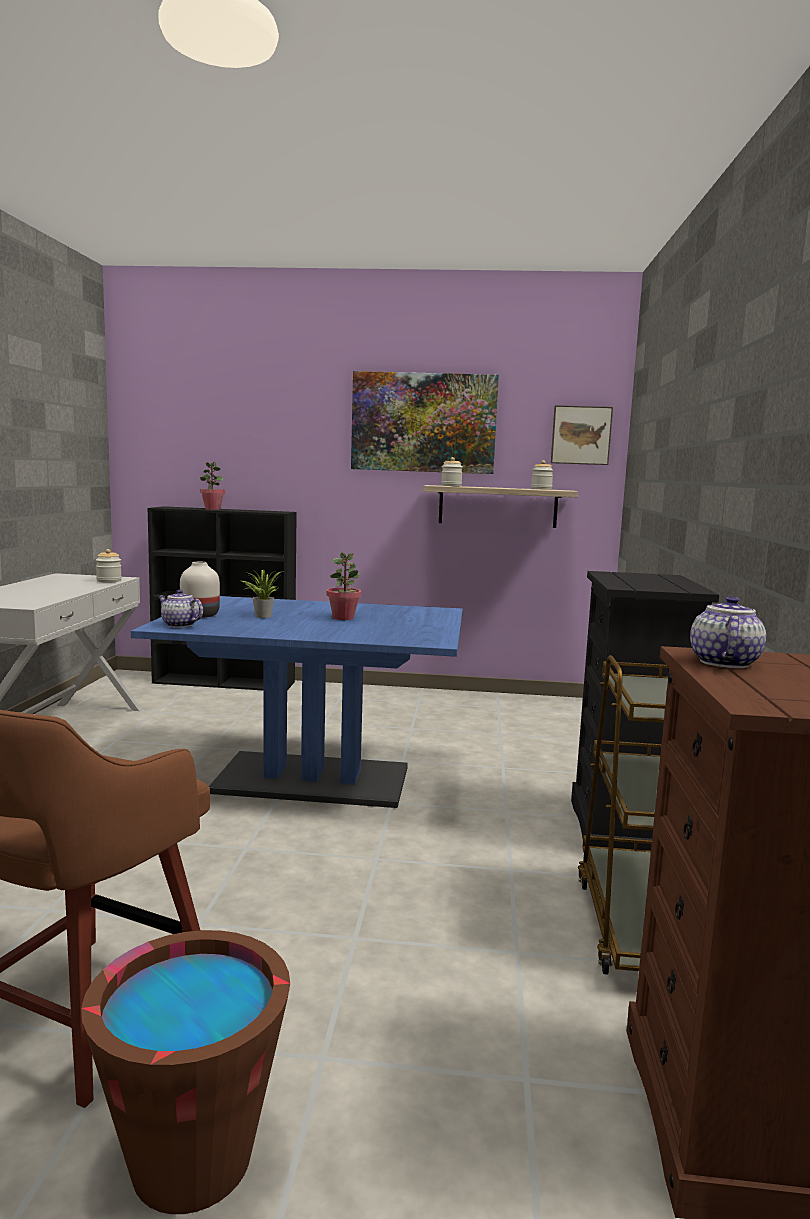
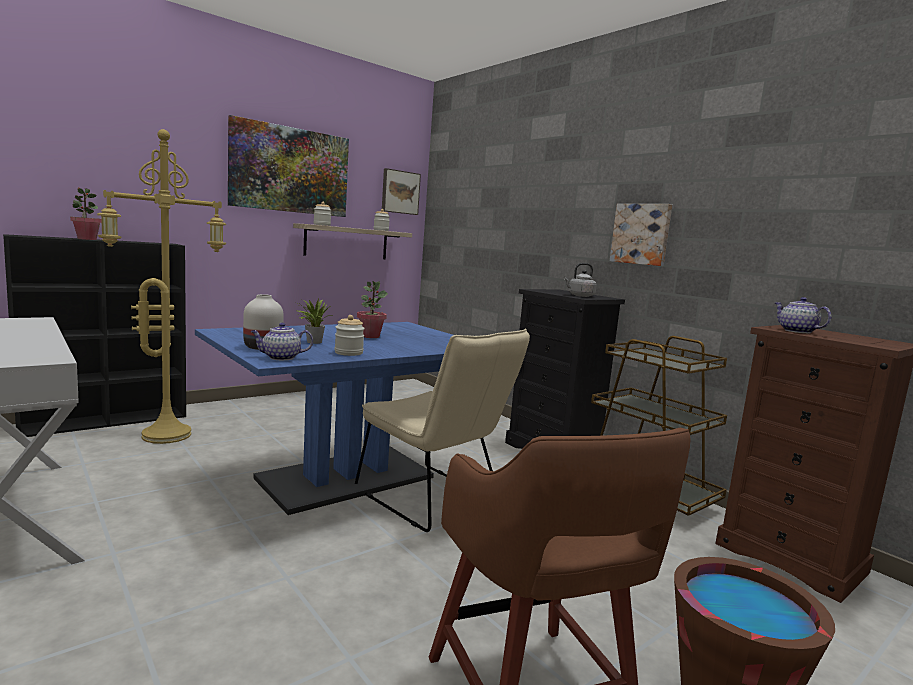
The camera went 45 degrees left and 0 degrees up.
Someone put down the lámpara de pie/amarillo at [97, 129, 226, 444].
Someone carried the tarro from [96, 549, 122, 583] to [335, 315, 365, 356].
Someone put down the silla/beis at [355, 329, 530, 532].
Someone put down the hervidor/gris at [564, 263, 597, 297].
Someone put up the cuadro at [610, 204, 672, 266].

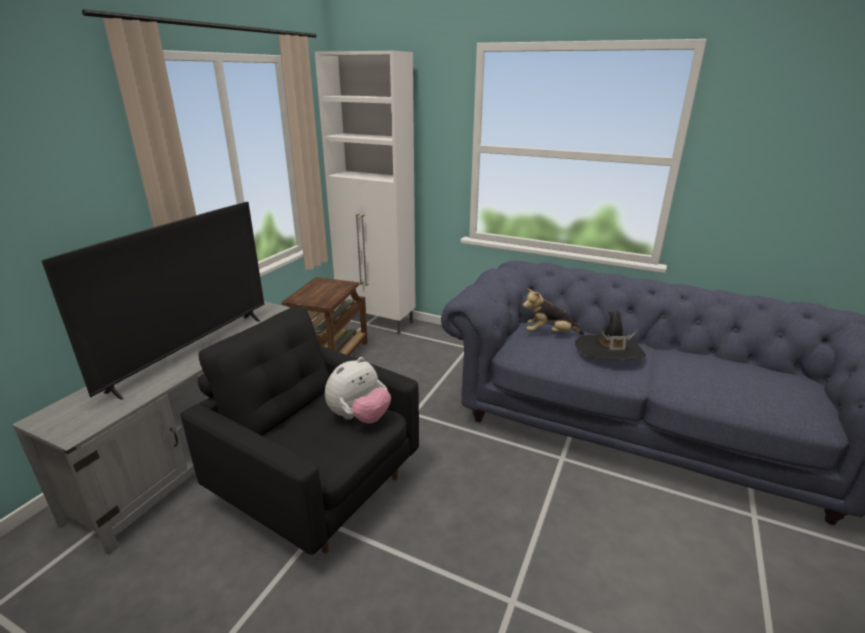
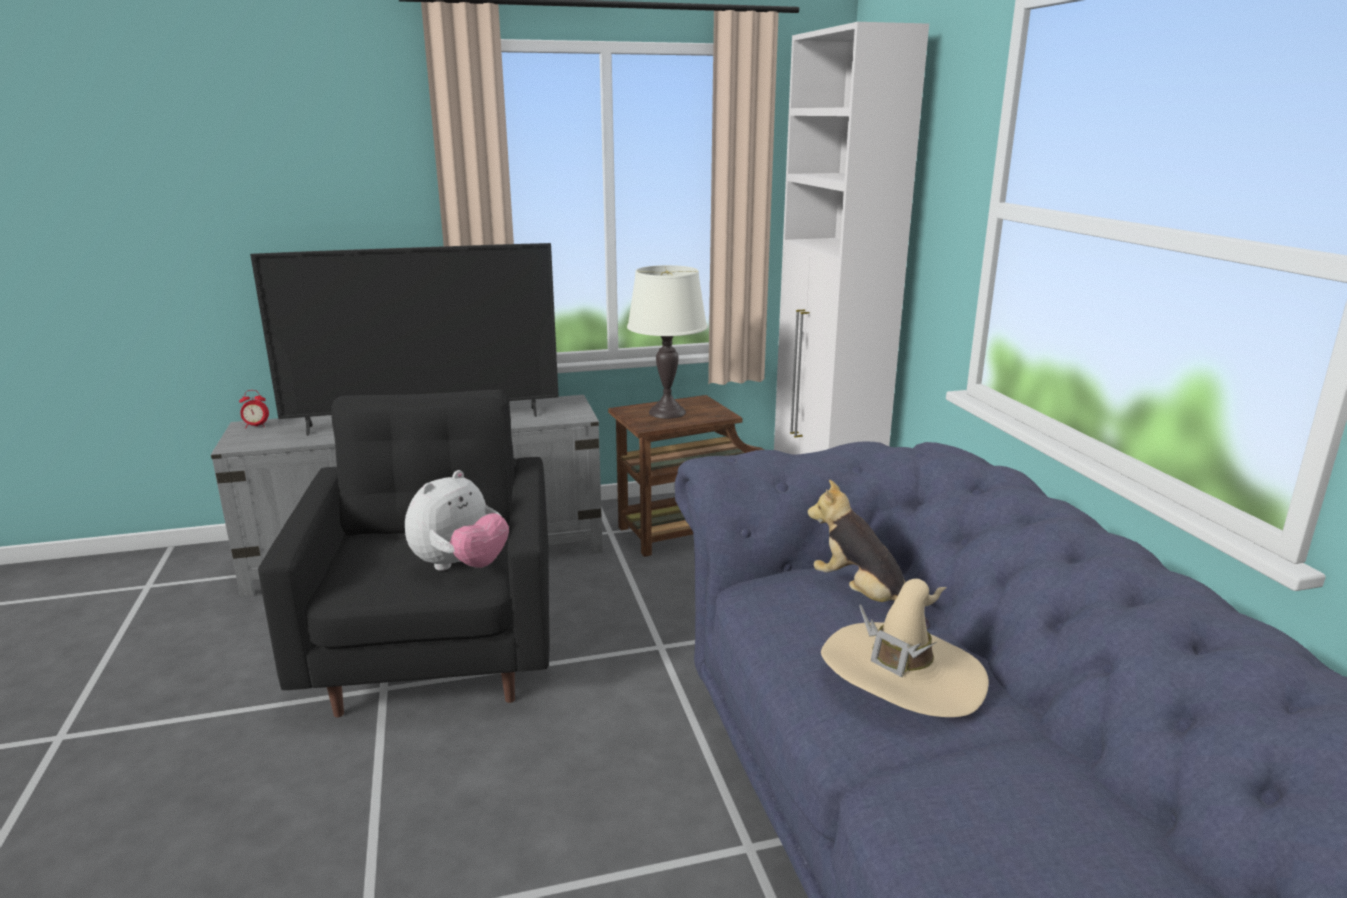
The camera went 50 degrees right and 5 degrees down.
Someone put down the despertador at [239, 390, 269, 429].
Someone rotated the peluche at [325, 357, 391, 423] by 60 degrees counterclockwise.
Someone put down the lámpara de mesa/blanco at [627, 265, 707, 419].
Someone repainted the sombrero/negro at [575, 310, 646, 360], which became the sombrero/beis at [821, 579, 989, 717].

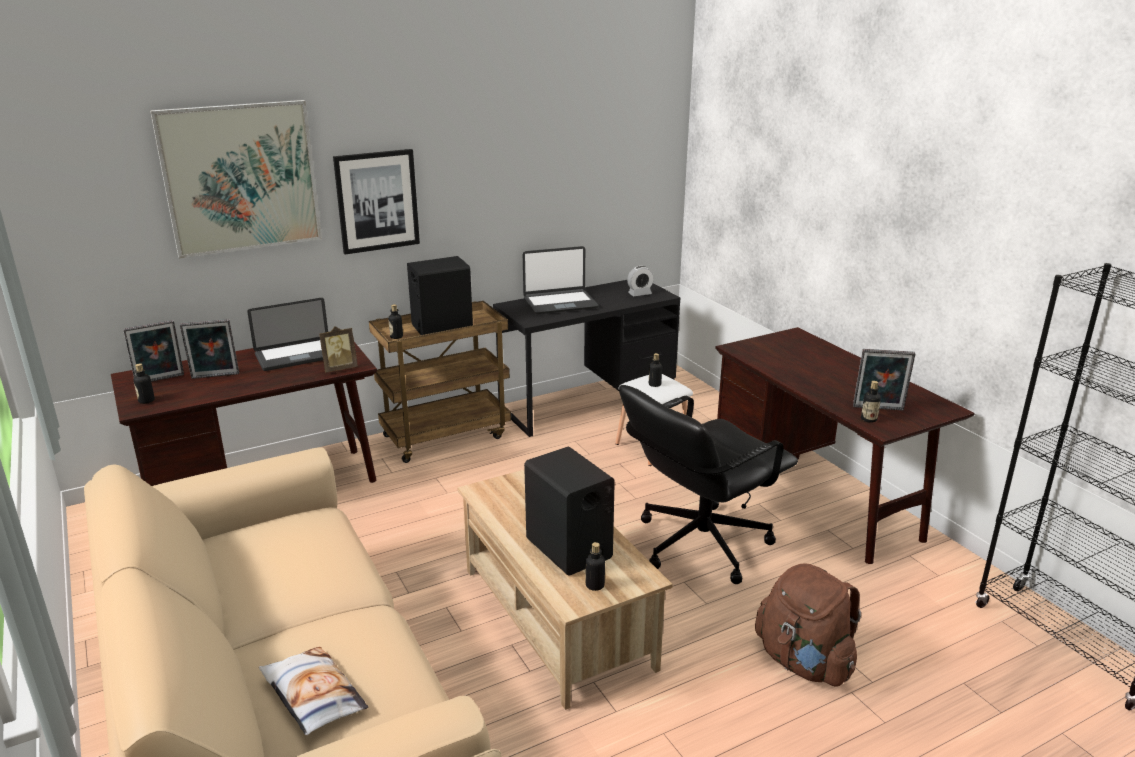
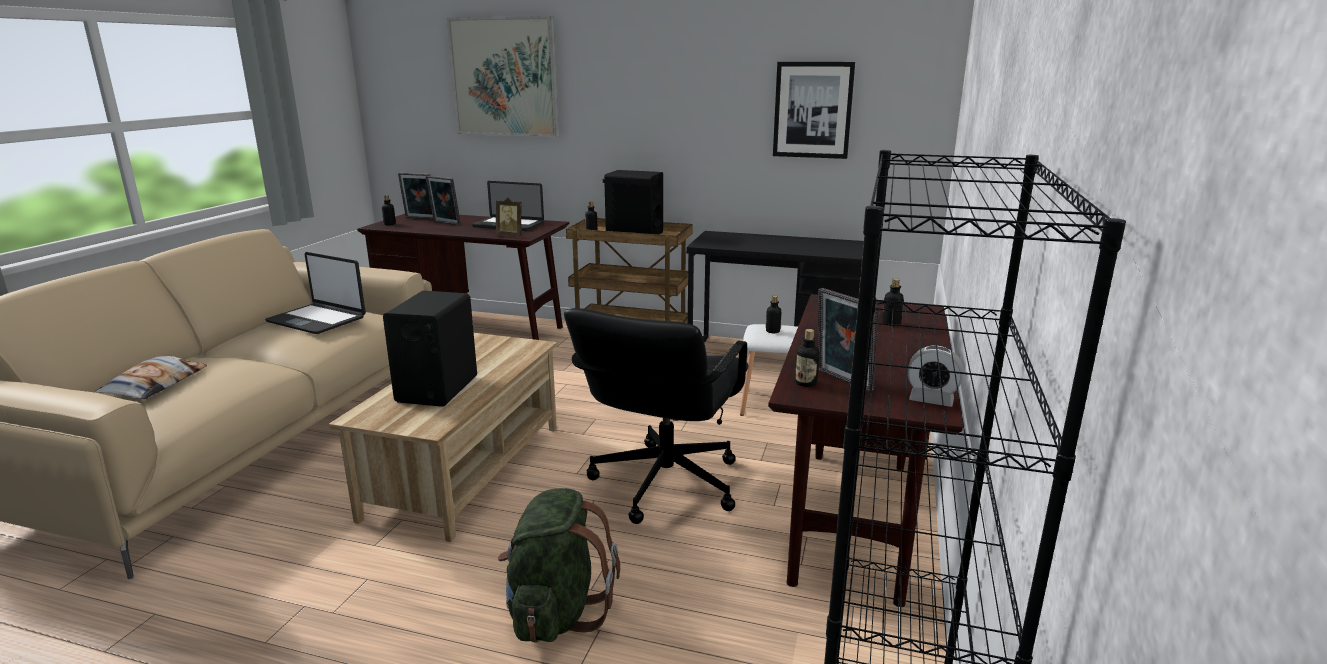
The camera went 45 degrees right and 5 degrees down.
Someone carried the portátil from [523, 246, 598, 314] to [265, 252, 366, 334].
Someone repainted the mochila/marrón at [755, 563, 861, 687], which became the mochila/verde at [498, 488, 620, 643].
Someone rotated the silla de oficina/negro at [619, 385, 798, 584] by 75 degrees counterclockwise.
Someone carried the cuadro from [333, 149, 420, 255] to [773, 62, 855, 159].
Someone carried the botella from [585, 542, 605, 591] to [882, 278, 904, 326].
Someone carried the despertador from [627, 266, 654, 296] to [907, 346, 963, 407].

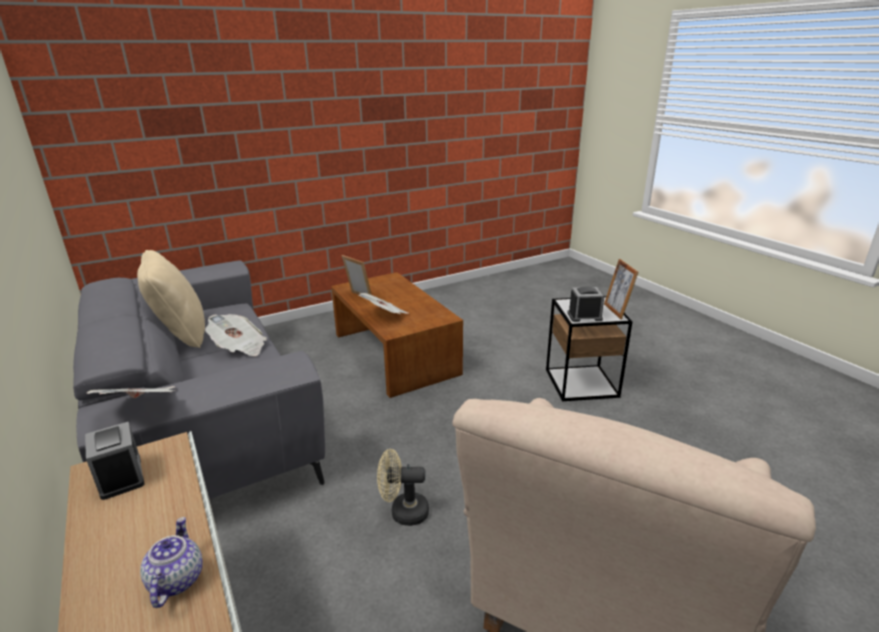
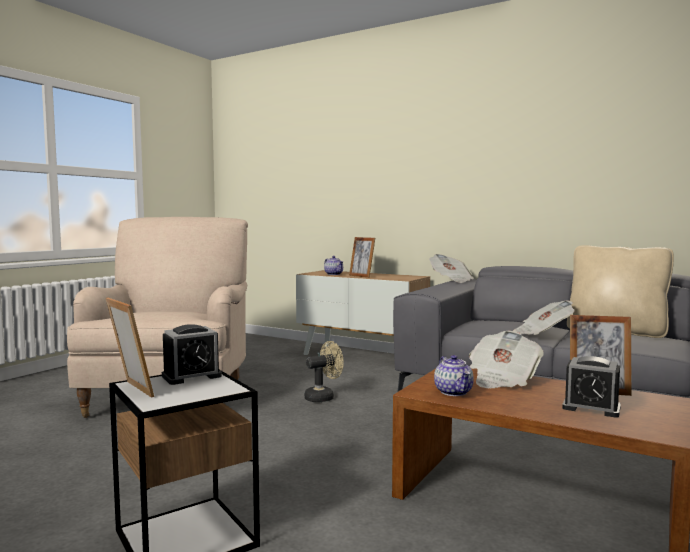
The camera went 150 degrees right and 20 degrees down.
Someone put down the portarretratos at [349, 237, 375, 278].
Someone put down the tetera at [434, 355, 474, 396].
Someone carried the despertador from [85, 421, 145, 500] to [562, 356, 621, 418].

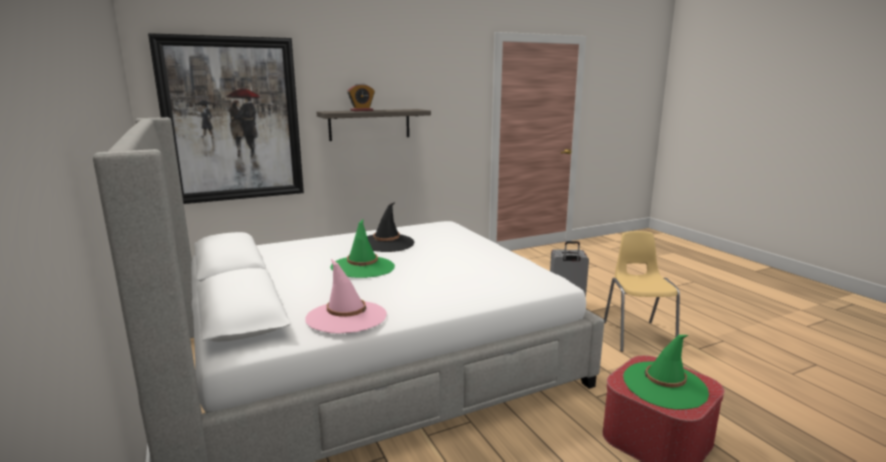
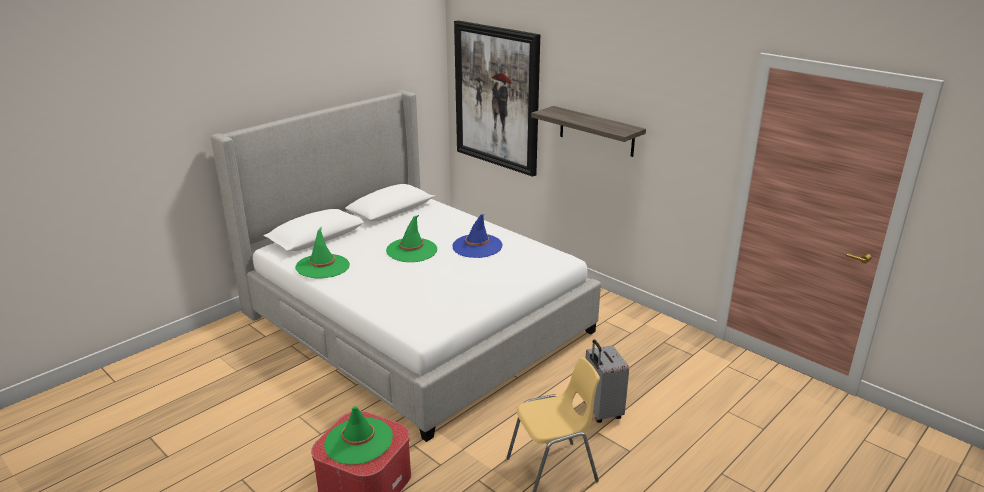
The camera went 70 degrees right and 10 degrees up.
Someone repainted the sombrero/rosa at [305, 259, 387, 334], which became the sombrero/verde at [295, 227, 350, 278].
Someone repainted the sombrero/negro at [367, 202, 415, 252], which became the sombrero/azul at [452, 214, 502, 258].
Someone took away the despertador at [347, 83, 375, 111].

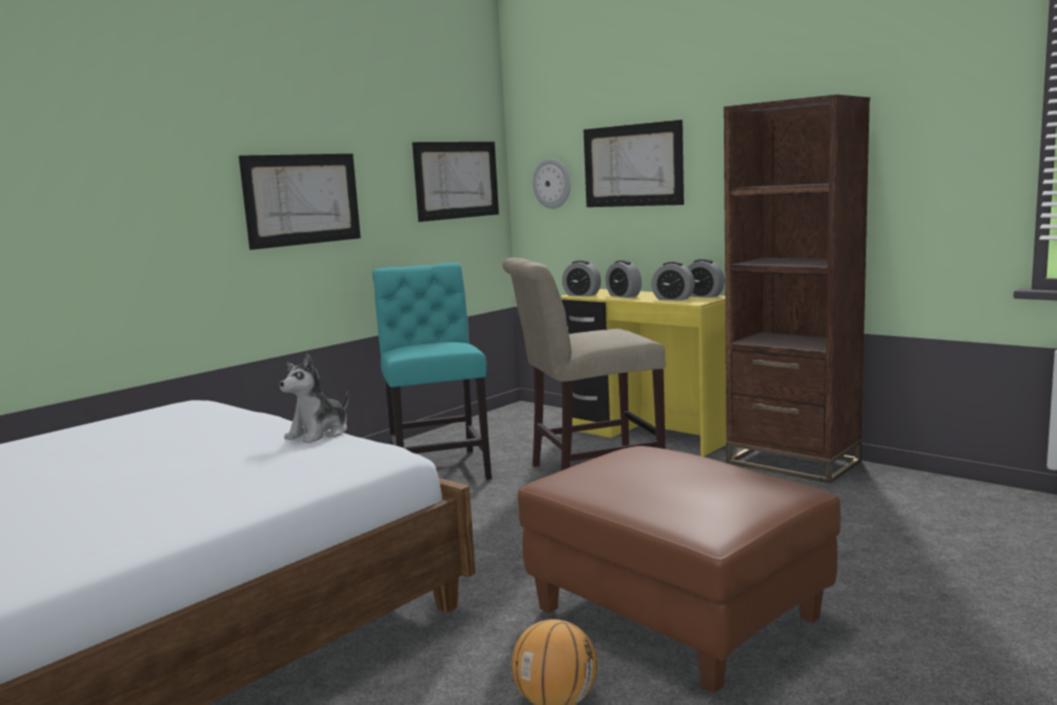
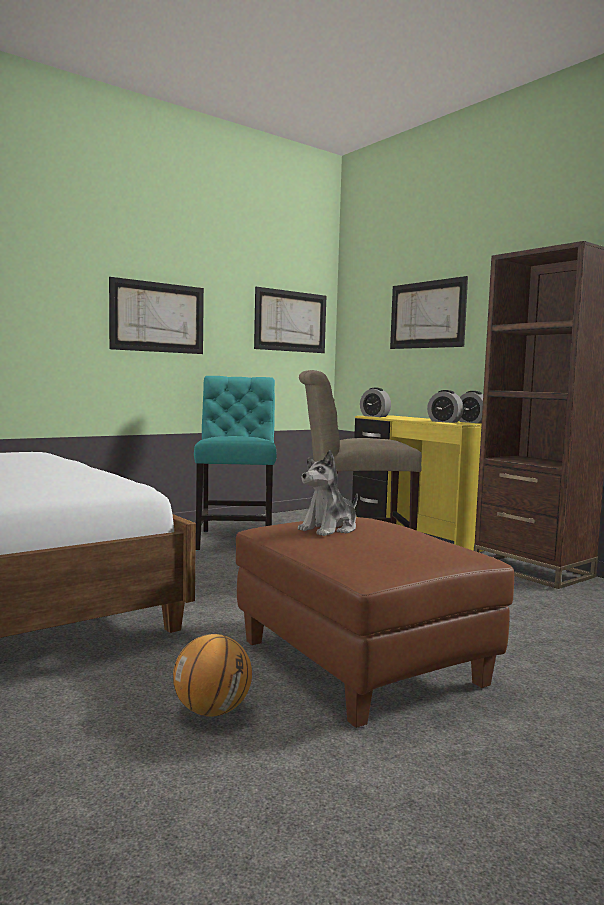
The camera went 10 degrees right and 5 degrees down.
Someone carried the peluche from [280, 353, 349, 444] to [298, 450, 358, 536].
Someone took away the reloj de pared at [533, 159, 571, 209].
Someone took away the despertador at [605, 260, 642, 298].

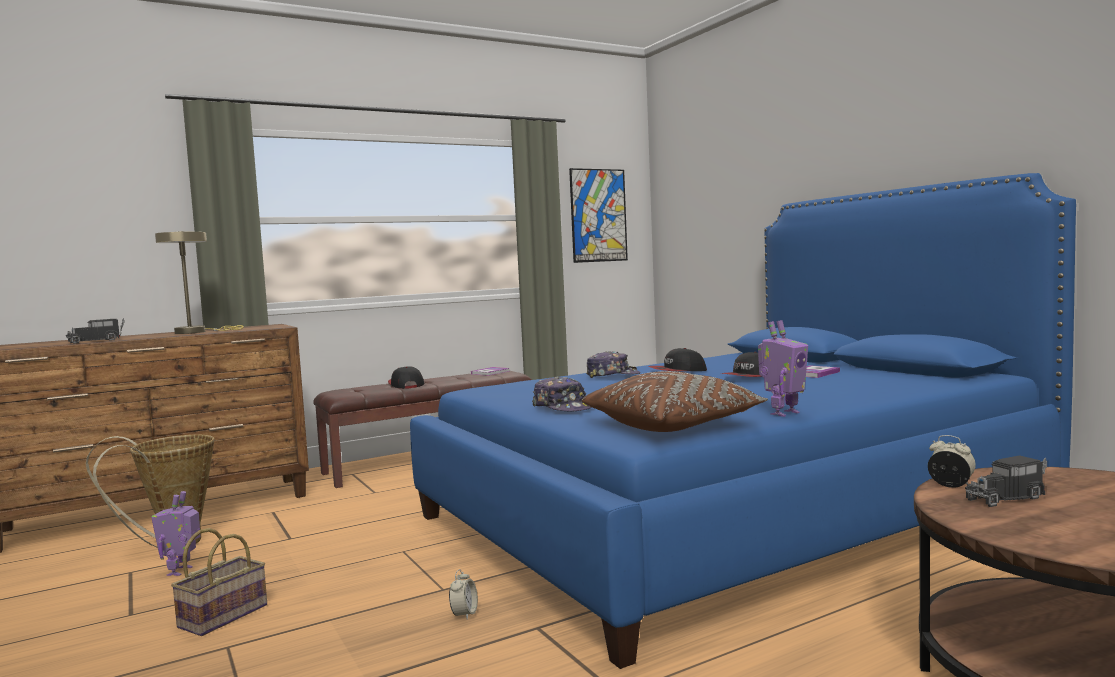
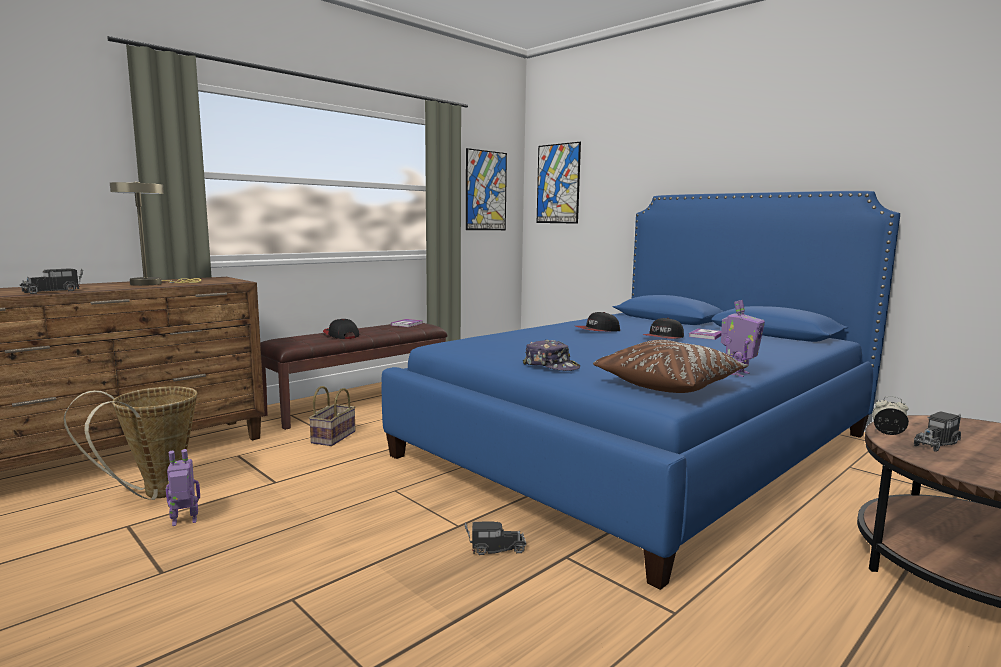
The camera went 15 degrees left and 5 degrees up.
Someone rotated the robot de juguete at [151, 491, 200, 576] by 75 degrees clockwise.
Someone carried the cesta from [171, 528, 267, 636] to [309, 386, 356, 446].
Someone swapped the despertador at [449, 569, 478, 619] for the camión de juguete at [465, 521, 526, 555].
Someone put up the cuadro at [537, 142, 581, 224].
Someone took away the gorra at [586, 351, 640, 378].

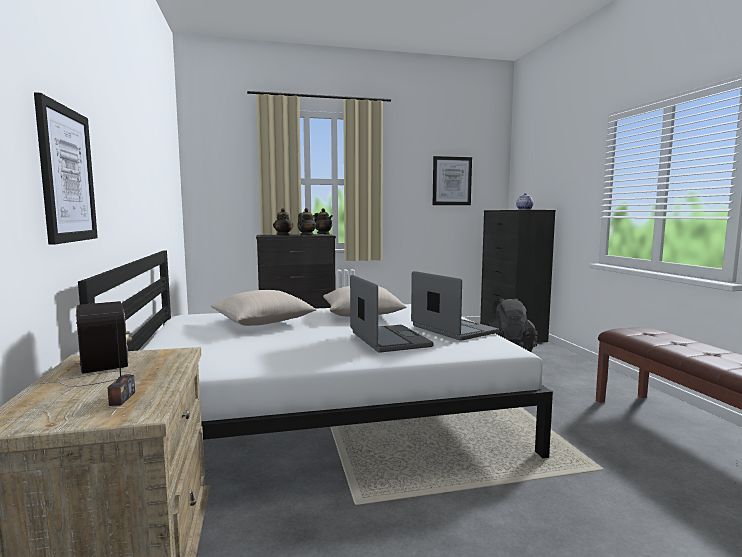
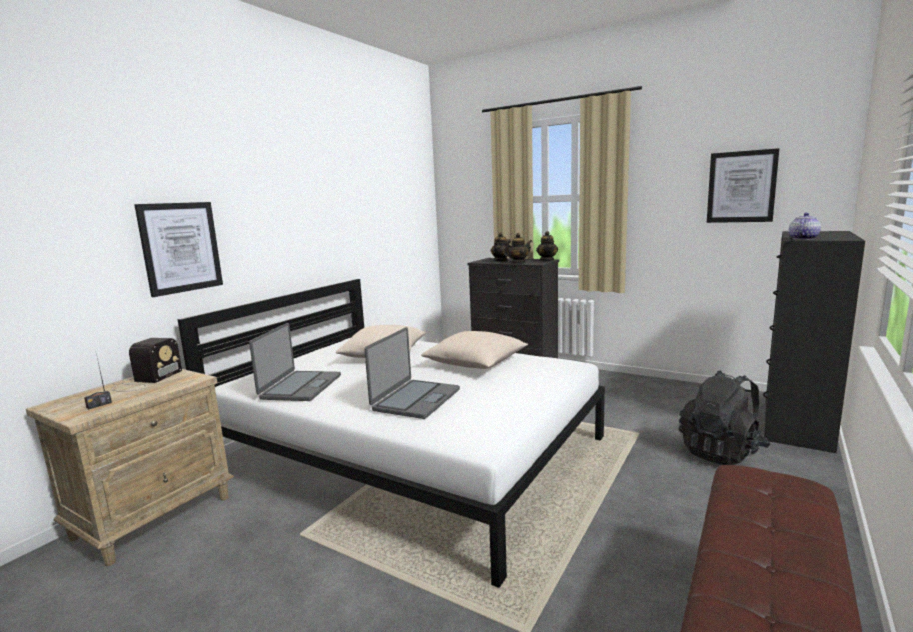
The camera went 45 degrees right and 5 degrees up.
Someone carried the portátil from [411, 271, 499, 341] to [249, 323, 341, 401].

